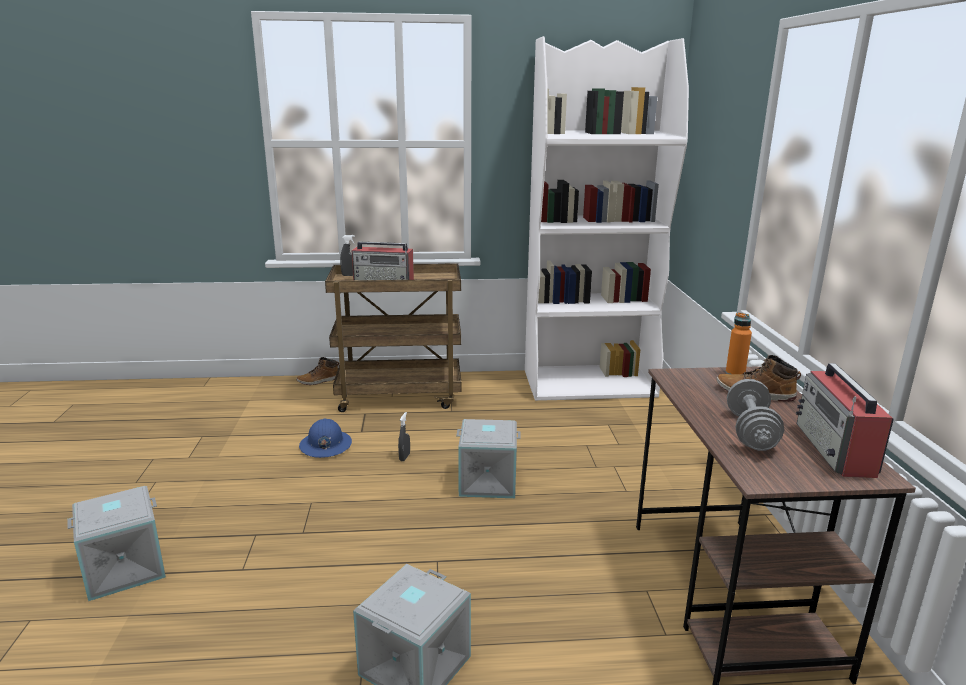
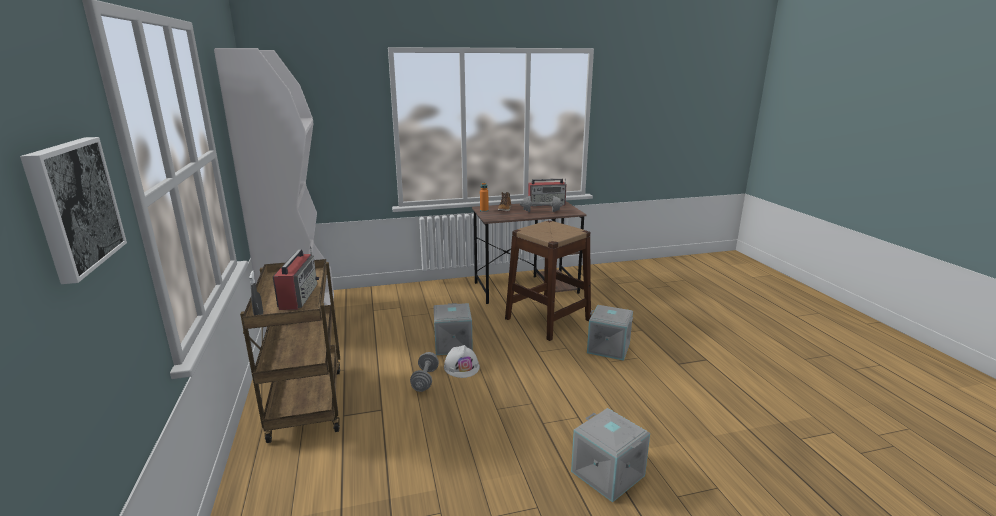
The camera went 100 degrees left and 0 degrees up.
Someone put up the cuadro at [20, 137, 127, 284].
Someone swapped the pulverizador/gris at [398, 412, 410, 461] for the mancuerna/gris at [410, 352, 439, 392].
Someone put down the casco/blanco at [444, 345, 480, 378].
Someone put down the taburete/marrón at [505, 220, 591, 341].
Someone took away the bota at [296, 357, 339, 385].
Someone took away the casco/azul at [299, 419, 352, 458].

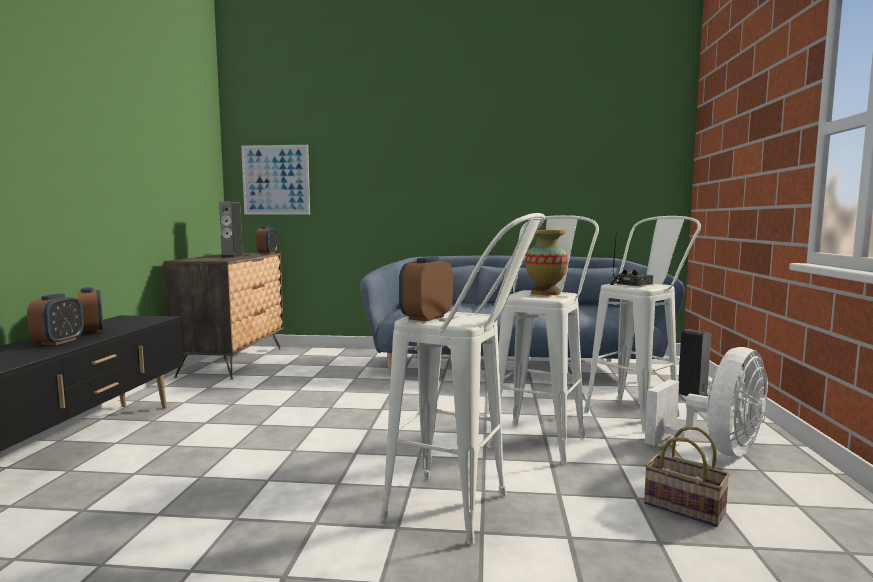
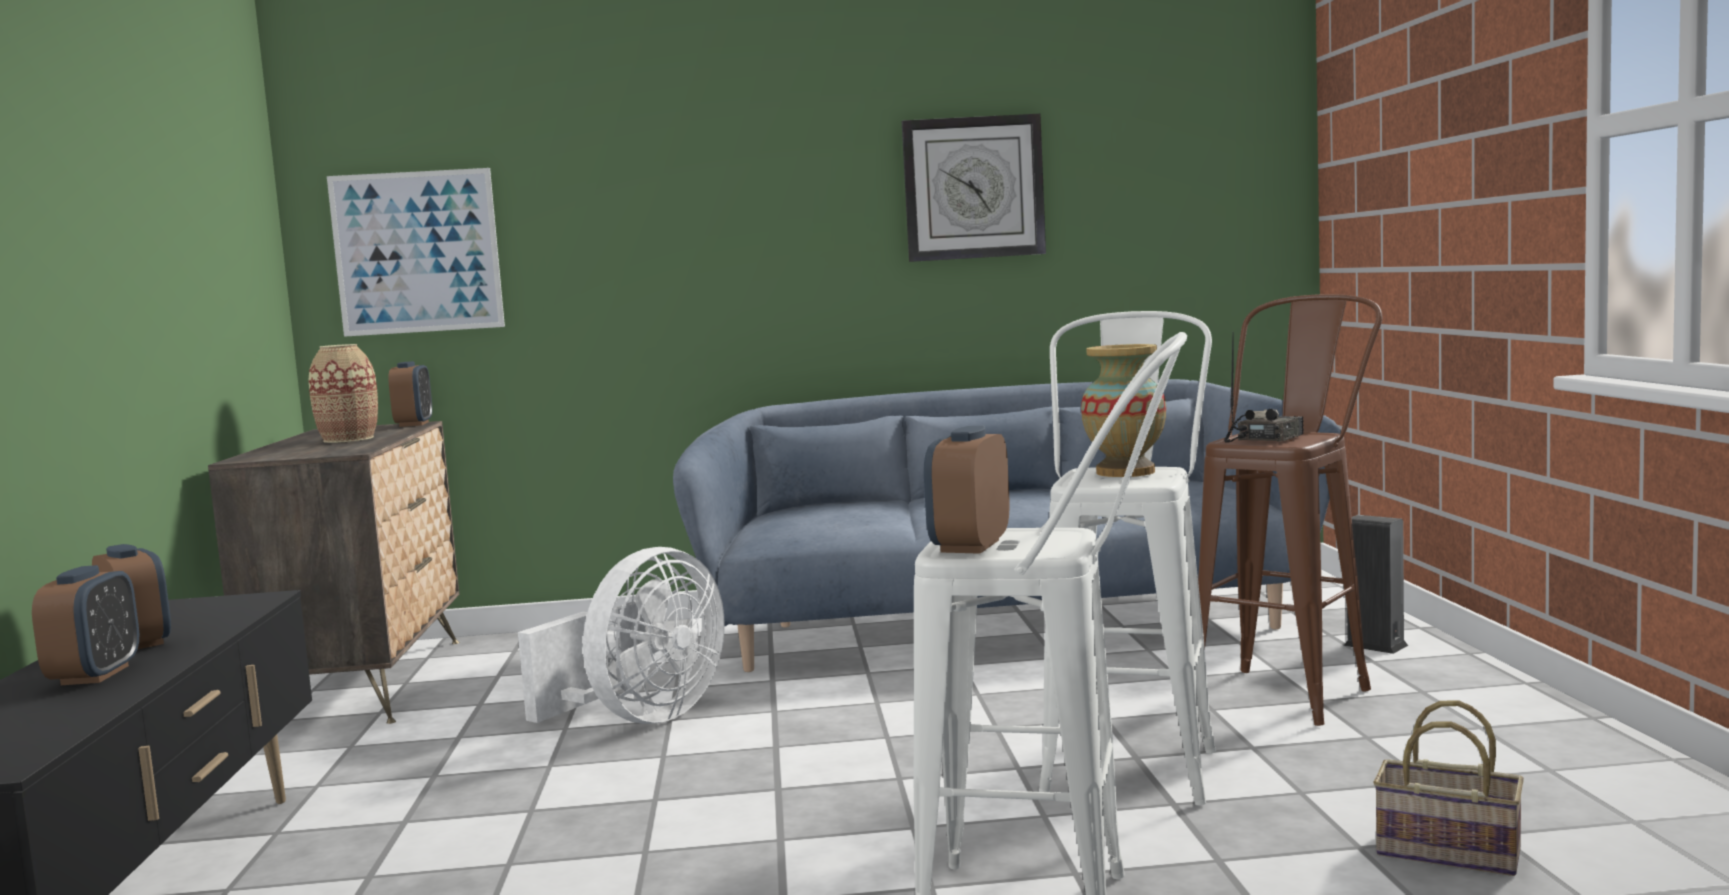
The camera went 10 degrees left and 0 degrees up.
Someone swapped the altavoz at [219, 202, 244, 257] for the florero at [308, 344, 378, 443].
Someone carried the ventilador/blanco from [645, 347, 768, 457] to [518, 547, 725, 724].
Someone put up the reloj de pared at [902, 114, 1046, 262].
Someone repainted the taburete/blanco at [584, 216, 701, 431], which became the taburete/marrón at [1198, 294, 1382, 726].

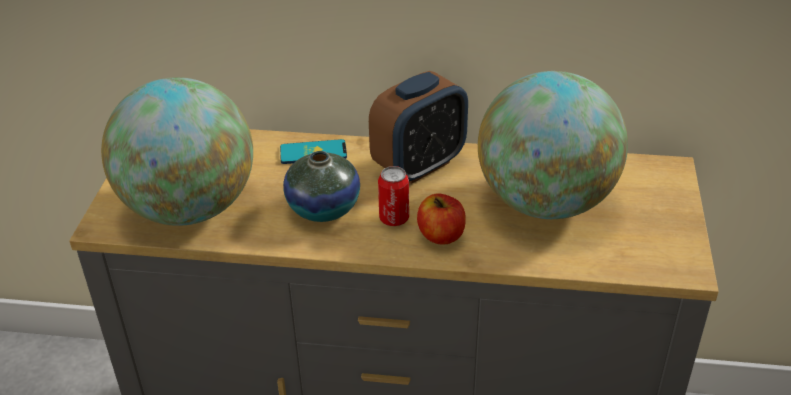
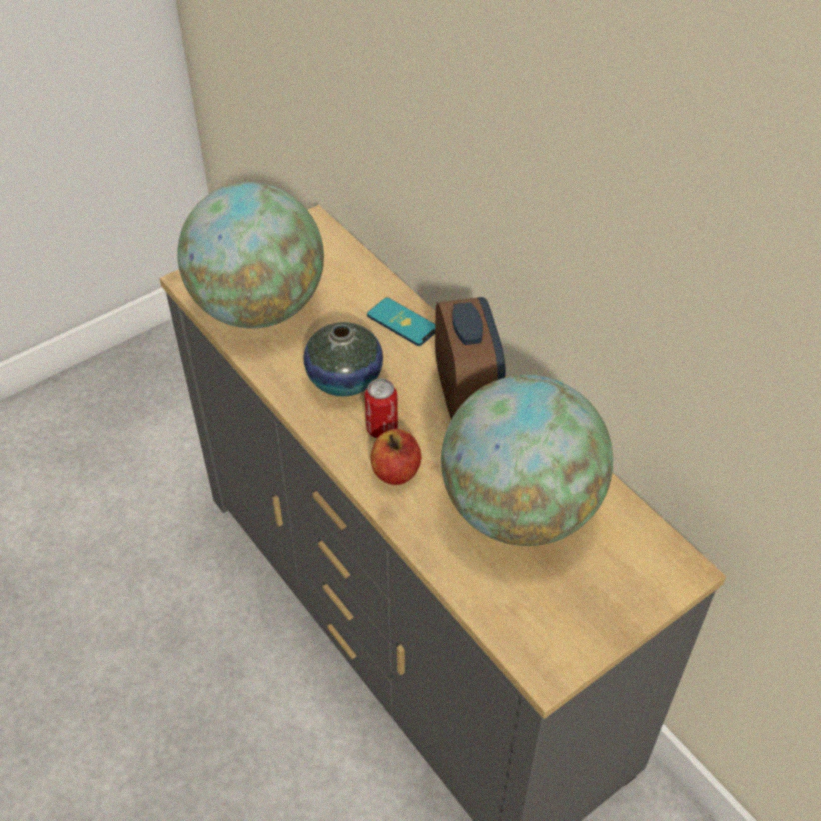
The camera went 45 degrees right and 10 degrees up.
Someone rotated the despertador at [369, 71, 468, 184] by 105 degrees counterclockwise.

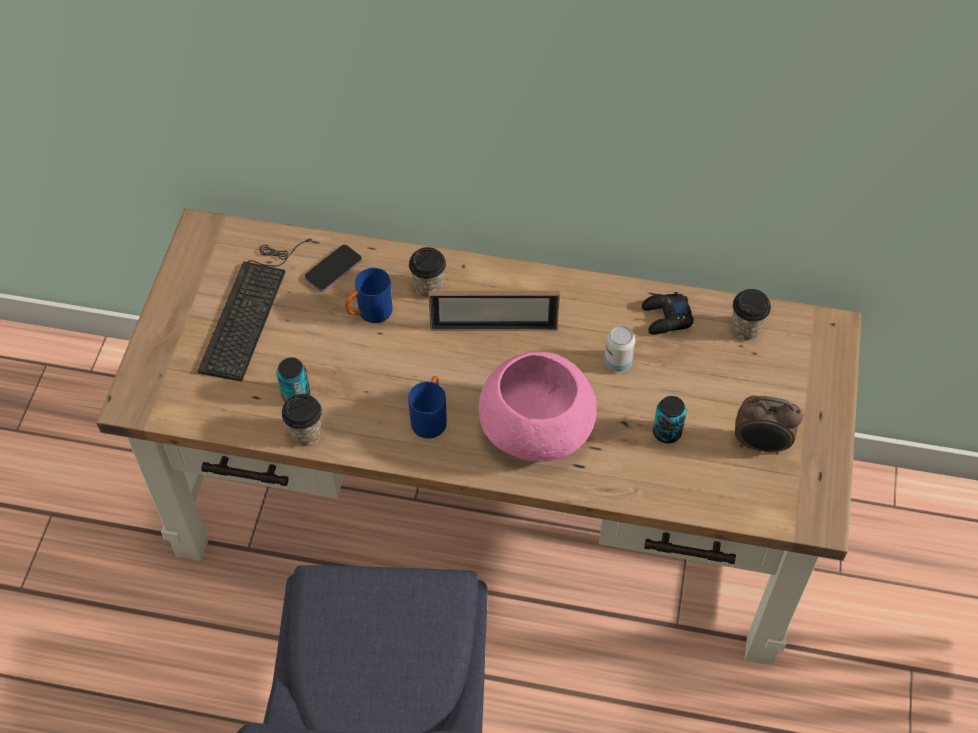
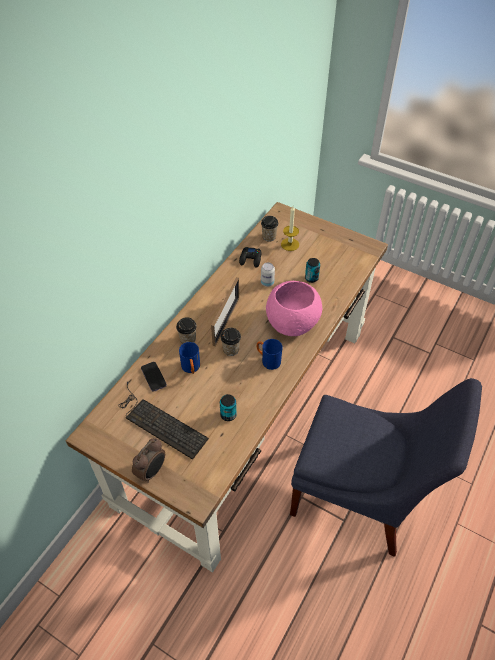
The camera went 70 degrees left and 5 degrees down.
Someone carried the despertador from [735, 396, 803, 455] to [132, 438, 165, 483].
Someone carried the taza from [282, 394, 322, 446] to [220, 328, 241, 356].
Someone put down the vela at [281, 206, 299, 251].

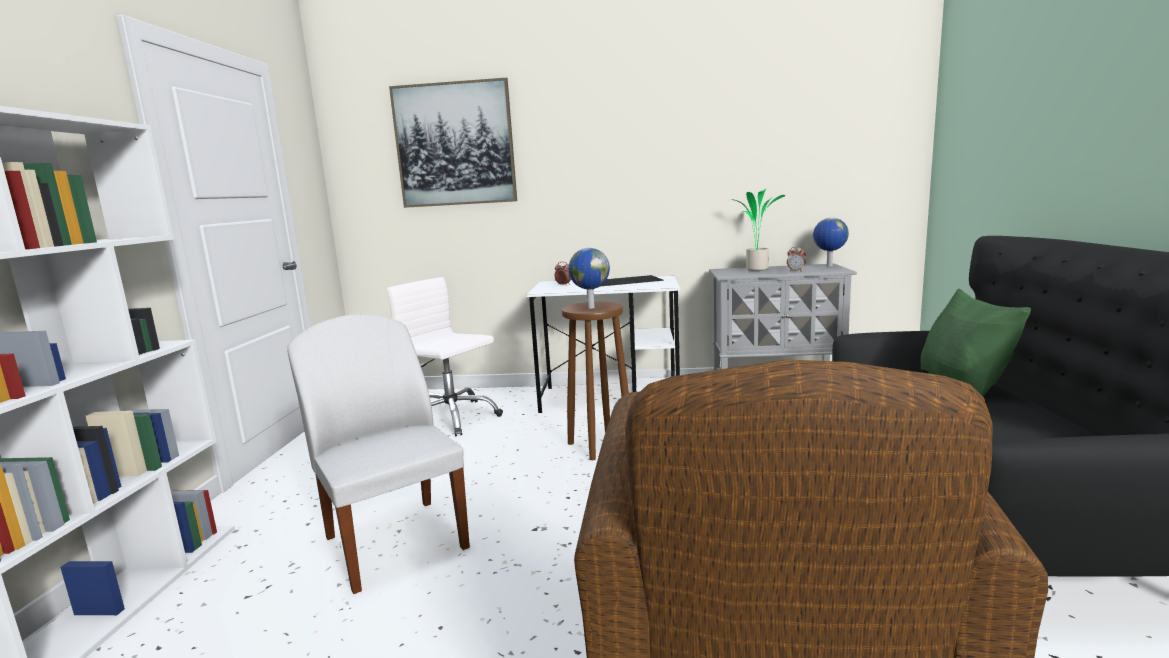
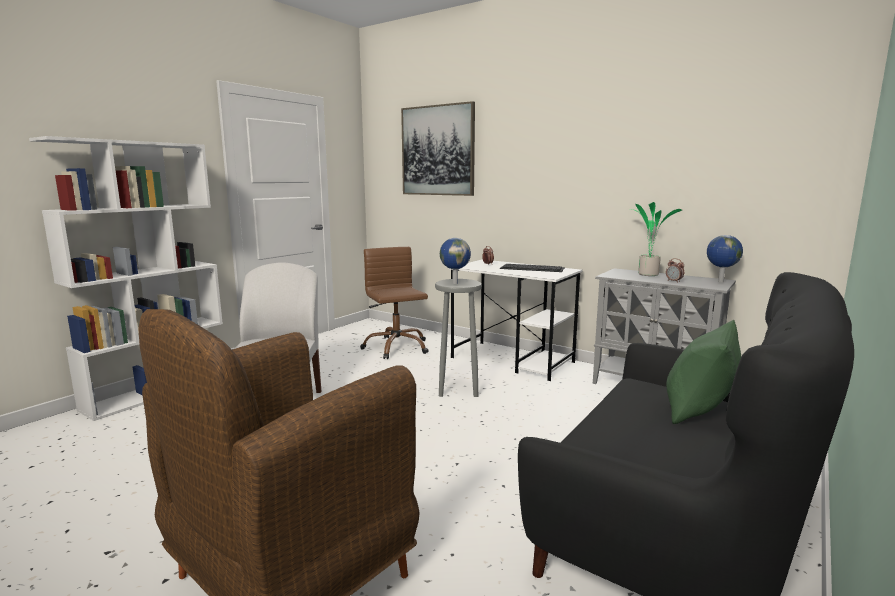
The camera went 30 degrees right and 0 degrees up.
Someone repainted the silla de oficina/blanco at [387, 277, 503, 436], which became the silla de oficina/marrón at [360, 247, 429, 359].
Someone repainted the taburete/marrón at [562, 302, 629, 460], which became the taburete/gris at [435, 279, 482, 397].

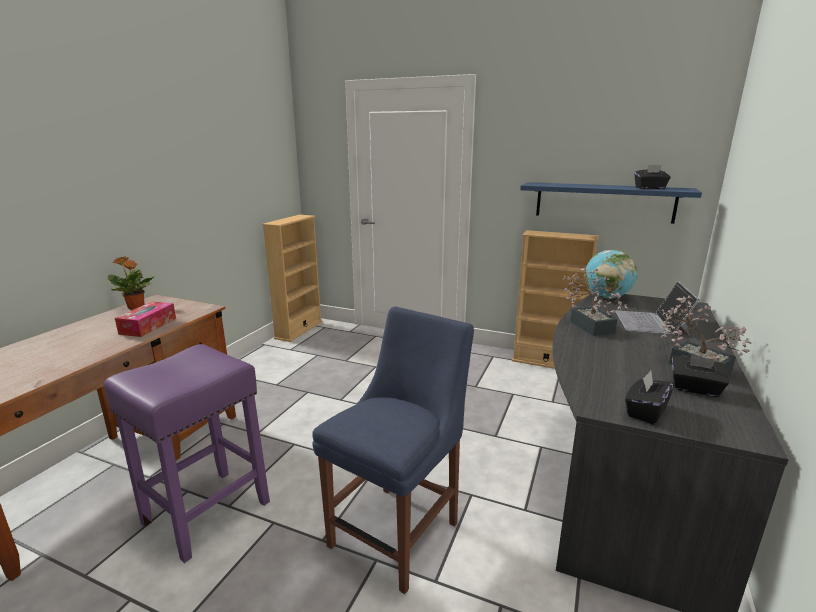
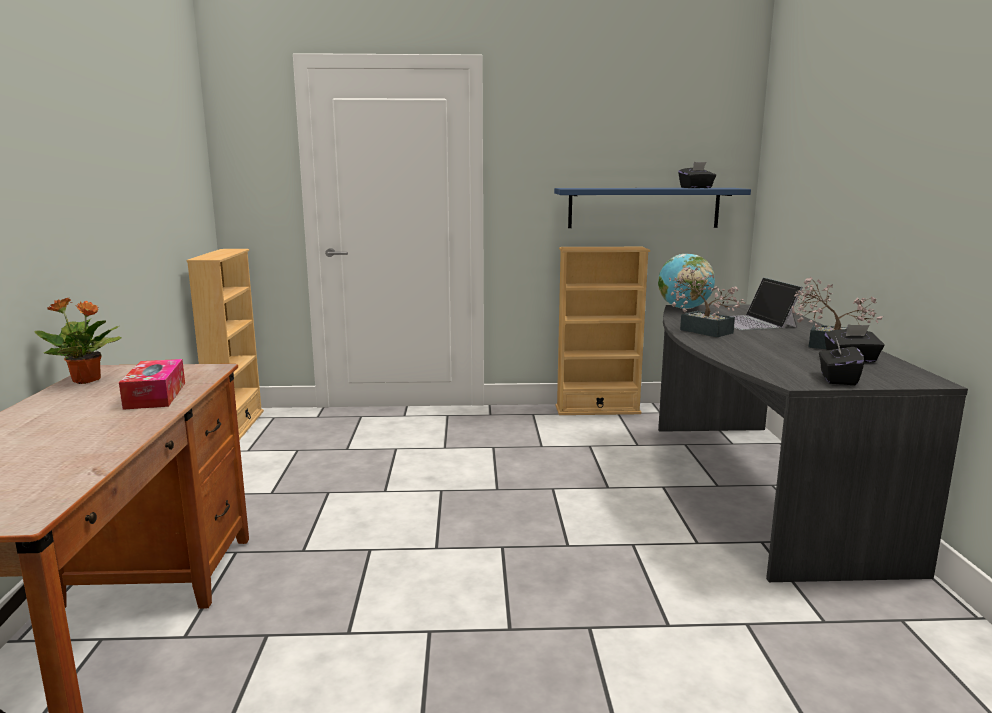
The camera went 25 degrees left and 5 degrees down.
Someone took away the taburete/morado at [104, 344, 270, 563].
Someone took away the silla/azul at [312, 307, 474, 594].

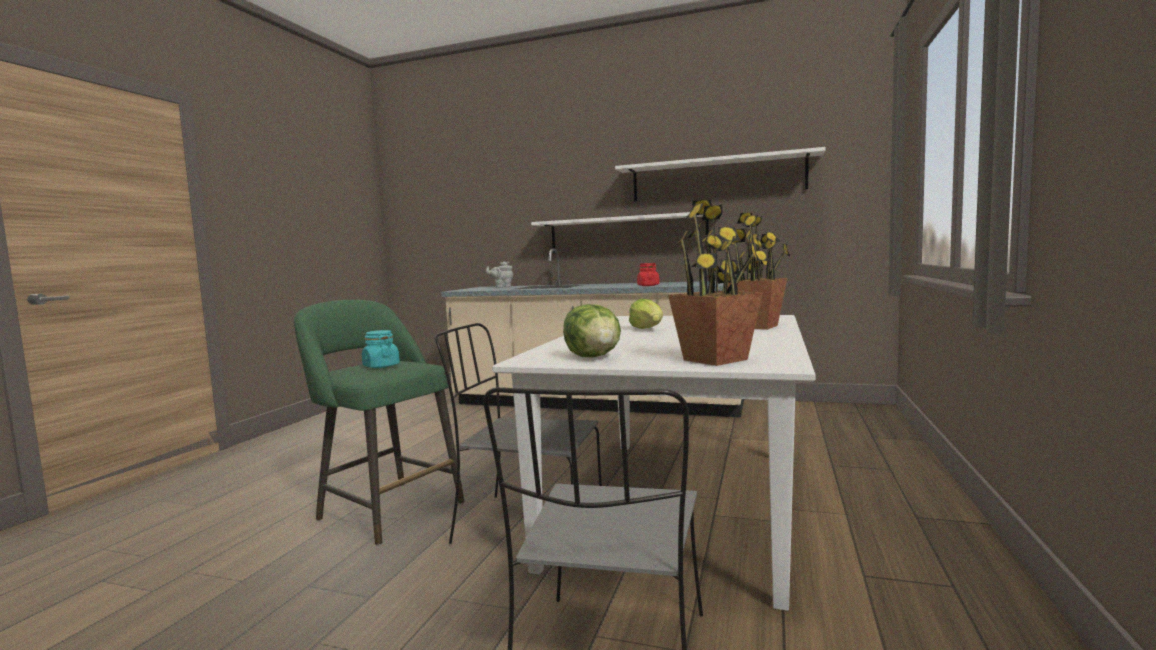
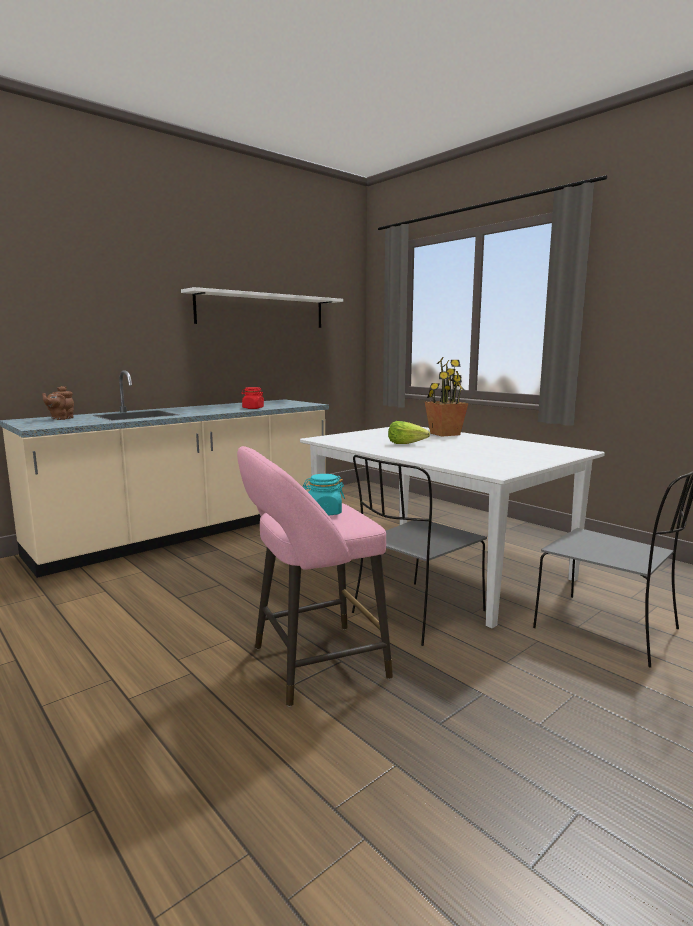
The camera went 60 degrees left and 5 degrees up.
Someone repainted the tetera/gris at [486, 262, 513, 288], which became the tetera/marrón at [42, 386, 74, 420].
Someone repainted the taburete/verde at [294, 300, 464, 546], which became the taburete/rosa at [237, 446, 393, 707].
Someone took away the estante/blanco at [531, 212, 709, 253].
Someone took away the lechuga at [563, 304, 621, 357].
Someone took away the planta en maceta at [668, 200, 763, 366].

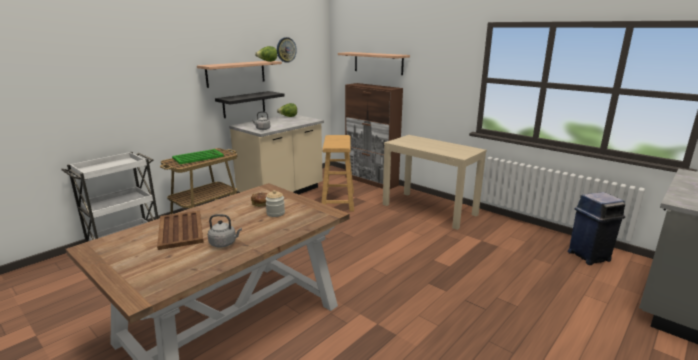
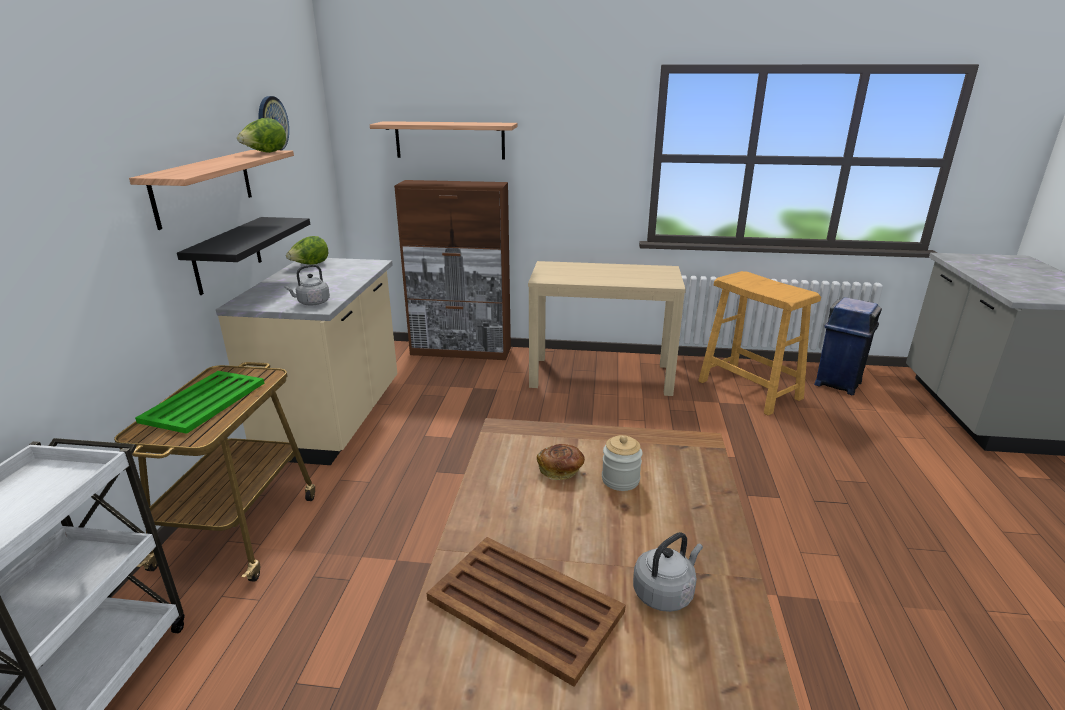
The camera went 35 degrees left and 5 degrees up.
Someone carried the taburete/beis from [321, 135, 354, 212] to [698, 271, 821, 416].

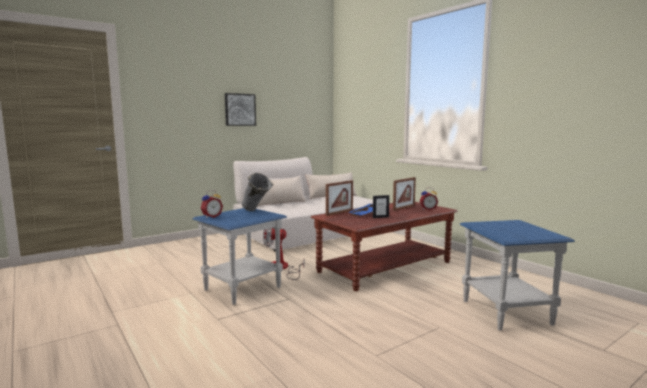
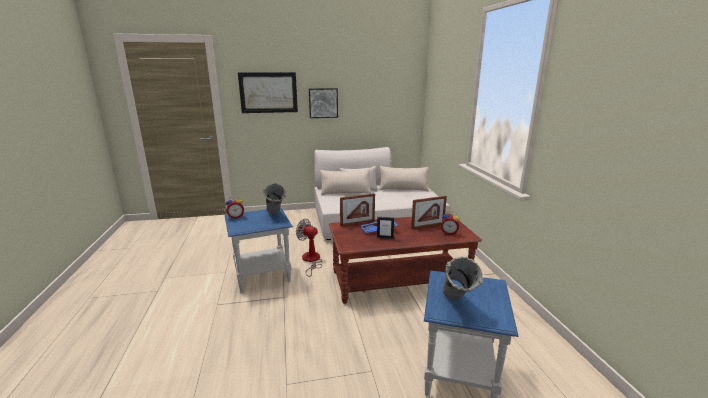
The camera went 25 degrees right and 10 degrees up.
Someone put up the cuadro at [238, 72, 298, 113].
Someone put down the florero/gris at [442, 256, 484, 300].

